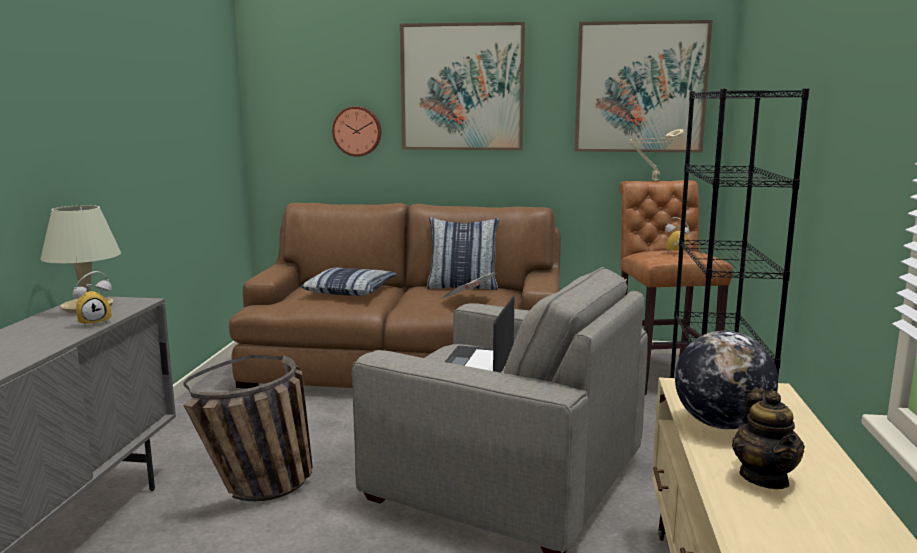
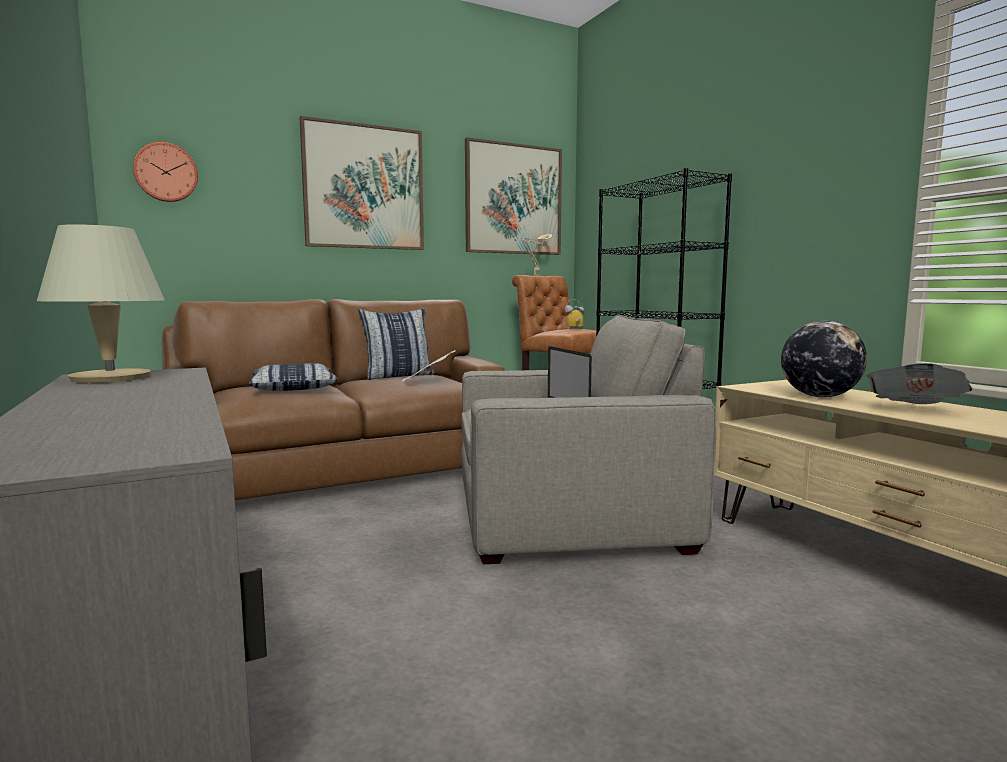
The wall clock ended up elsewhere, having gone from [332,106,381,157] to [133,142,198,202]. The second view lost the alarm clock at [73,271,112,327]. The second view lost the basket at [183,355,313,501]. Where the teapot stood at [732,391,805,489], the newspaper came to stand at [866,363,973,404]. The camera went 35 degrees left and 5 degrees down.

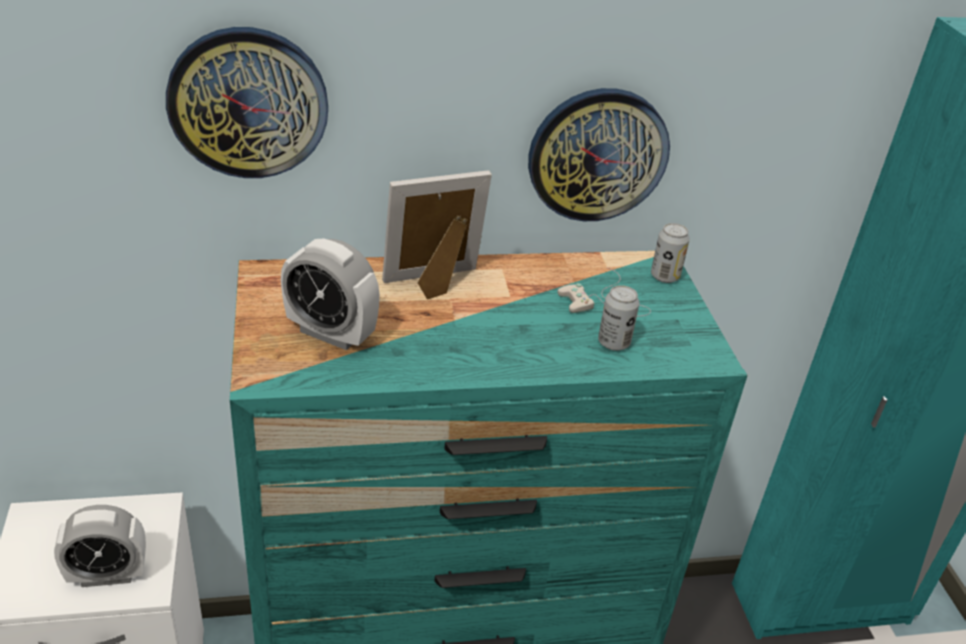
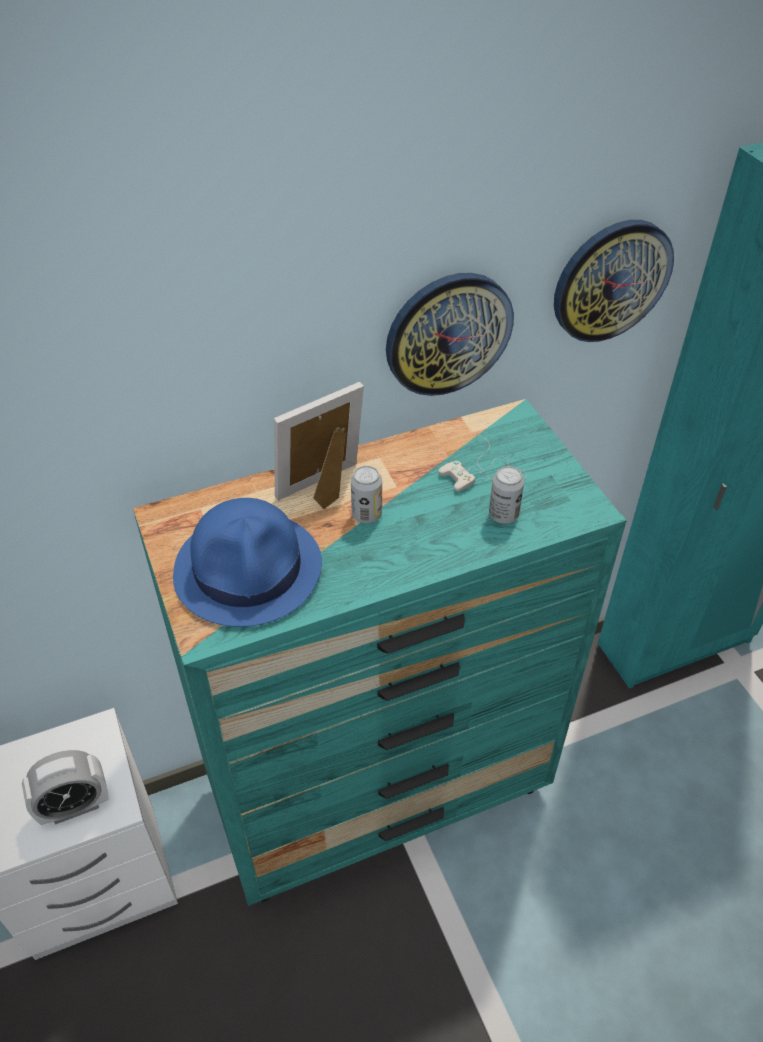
The wall clock ended up elsewhere, having gone from [166,27,328,178] to [554,220,674,342]. The can ended up elsewhere, having gone from [651,223,690,283] to [351,466,382,523]. Where the alarm clock stood at [281,239,380,350], the hat (blue) came to stand at [173,498,322,627]. The camera went 10 degrees left and 10 degrees up.

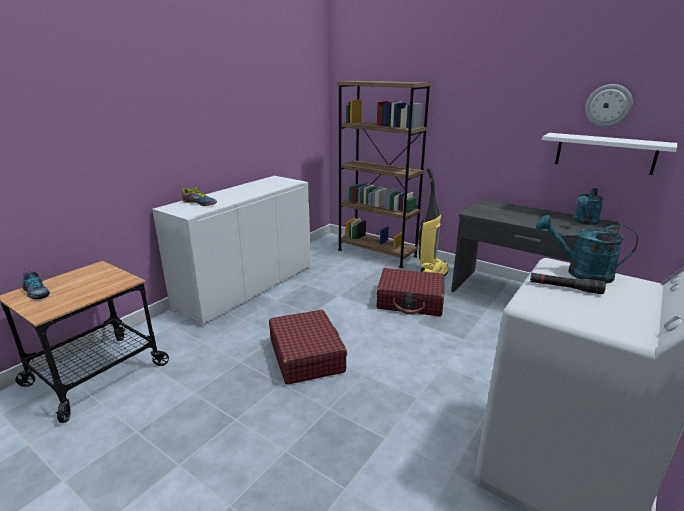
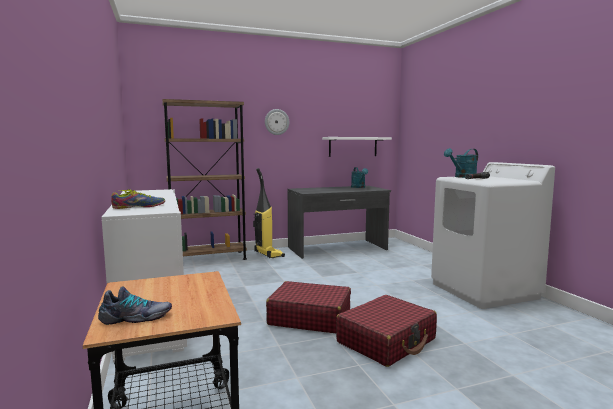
The wall clock ended up elsewhere, having gone from [585,84,633,127] to [265,109,289,135]. The suitcase (red) ended up elsewhere, having gone from [377,268,444,316] to [336,295,437,367]. The camera went 55 degrees left and 15 degrees down.

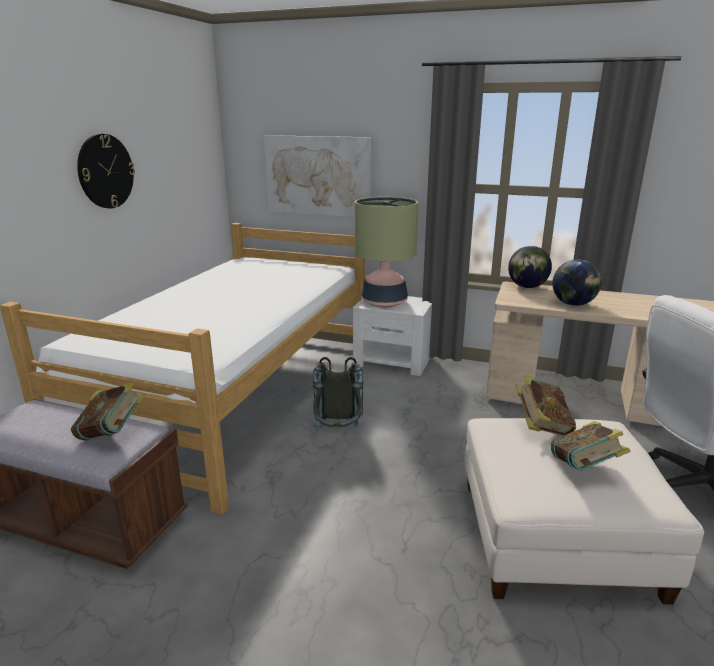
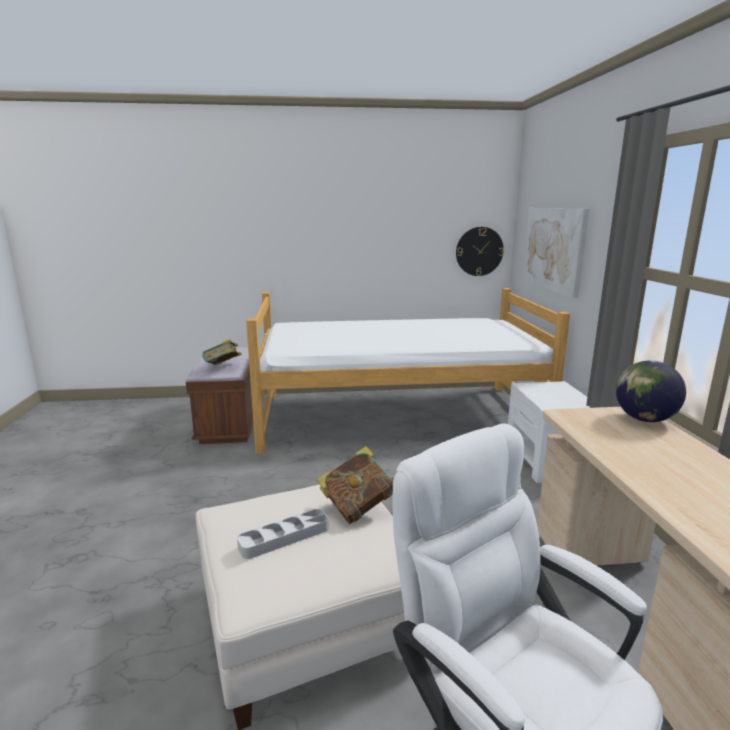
The wall clock ended up elsewhere, having gone from [77,134,135,208] to [456,227,504,276]. The second view lost the table lamp at [355,197,419,308]. The second view lost the globe at [552,260,601,306]. The second view lost the backpack (grey) at [312,357,363,427]. Where the book stood at [551,421,631,471], the tray (grey) came to stand at [237,509,329,559]. The camera went 65 degrees right and 5 degrees down.

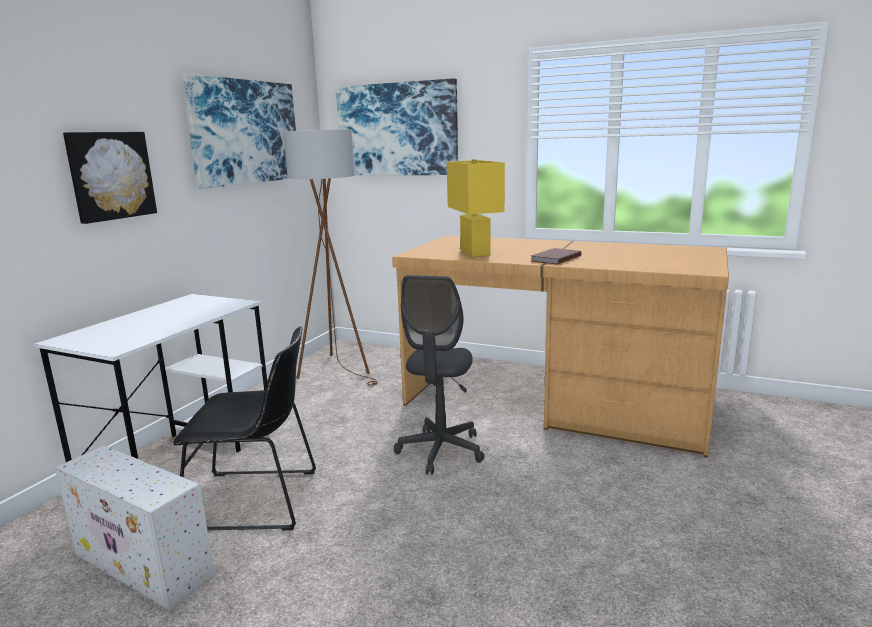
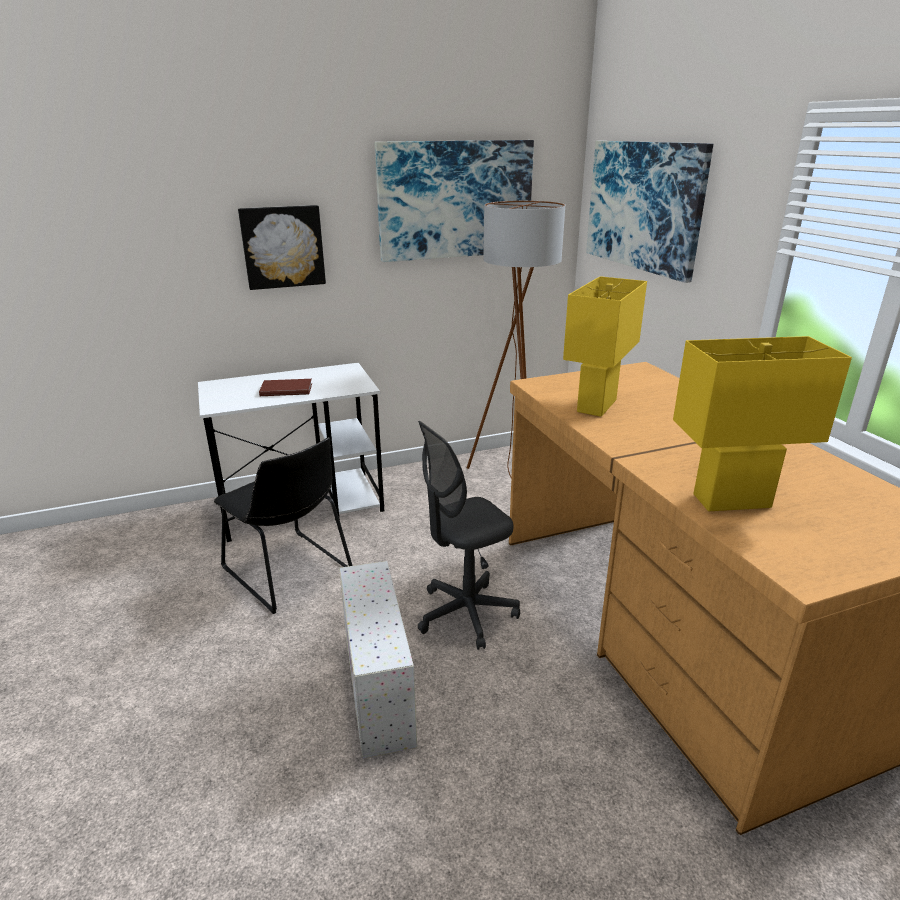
The book (brown) ended up elsewhere, having gone from [531,248,582,265] to [259,379,312,396]. The storage box (white) ended up elsewhere, having gone from [55,445,215,610] to [339,561,417,759]. The second view gained the table lamp (yellow) at [673,336,852,511]. The camera went 45 degrees right and 10 degrees up.

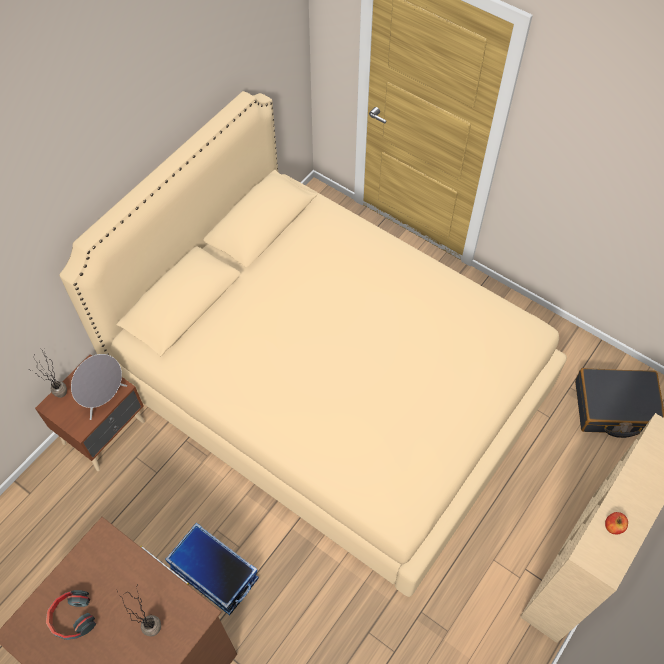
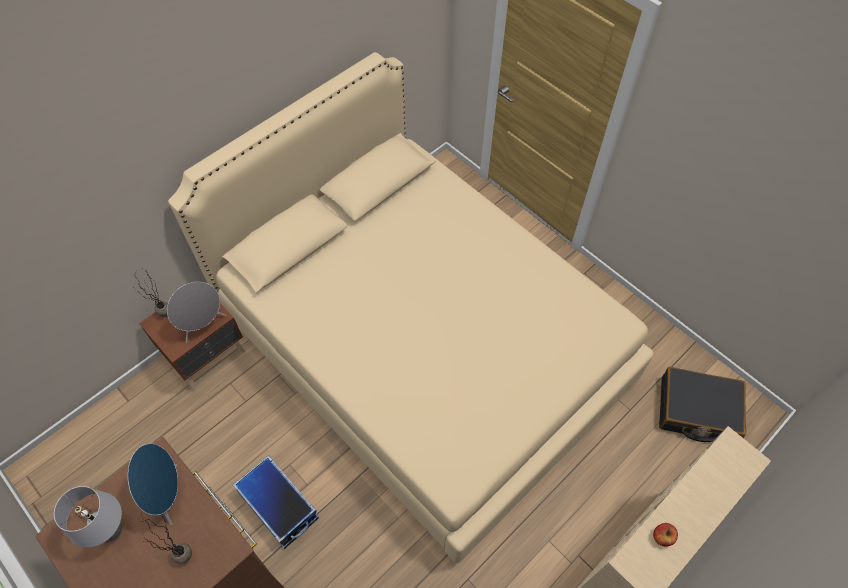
Where the headphones stood at [46,590,96,640], the table lamp (grey) came to stand at [54,486,122,548]. The second view gained the speaker (blue) at [128,443,178,525]. The camera went 10 degrees right and 0 degrees up.

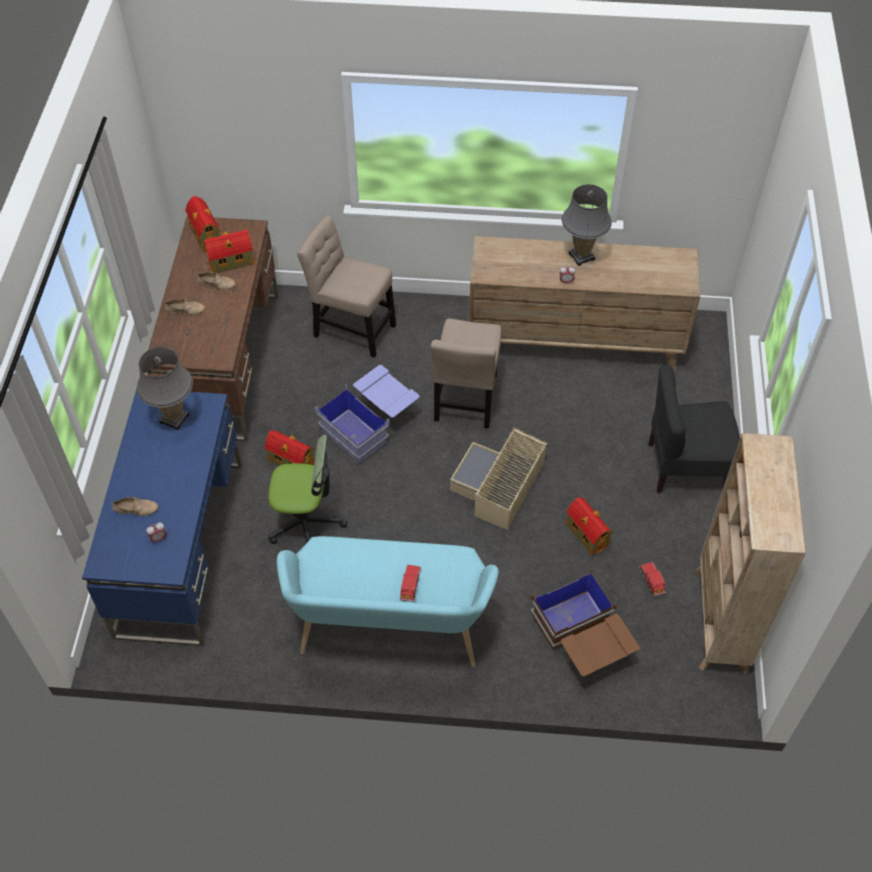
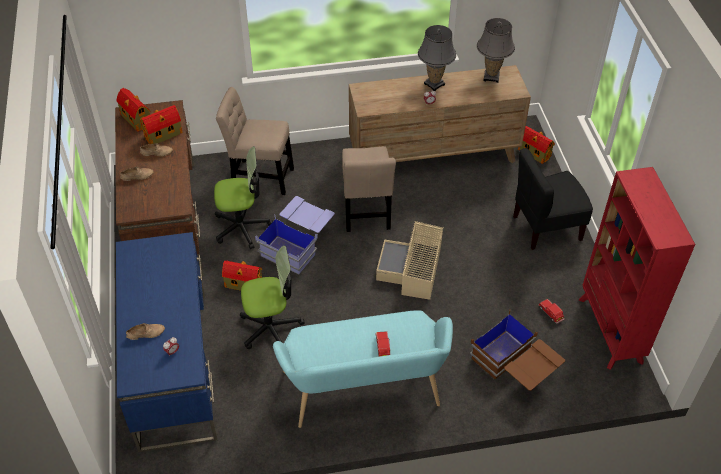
The table lamp (grey) ended up elsewhere, having gone from [137,347,193,430] to [477,18,515,83]. What was the bookcase (beige) at [694,433,806,674] turned into the bookcase (red) at [579,167,695,370]. The toy house ended up elsewhere, having gone from [566,497,613,555] to [518,126,555,164]. The second view gained the office chair at [214,146,273,249]. The camera went 15 degrees left and 5 degrees down.

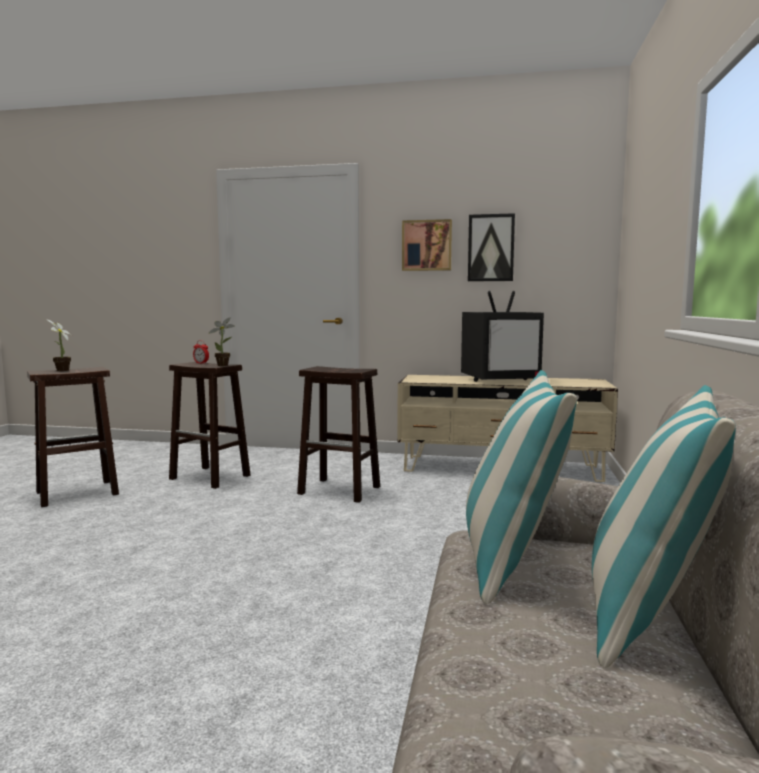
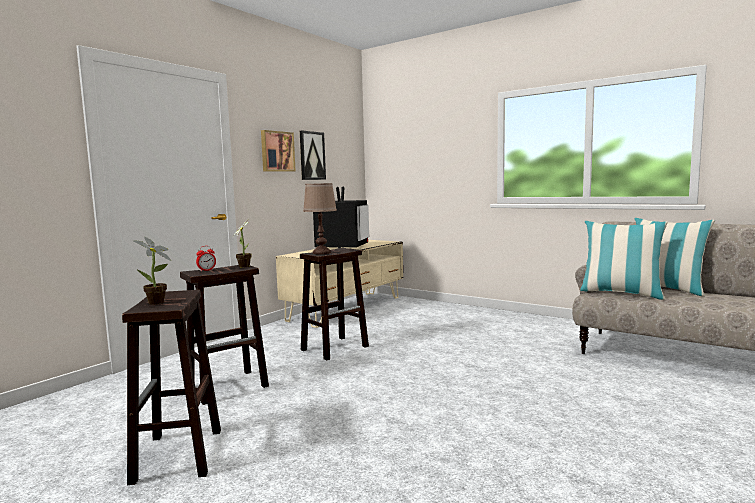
The second view gained the table lamp (brown) at [303,183,337,254]. The camera went 65 degrees left and 0 degrees up.

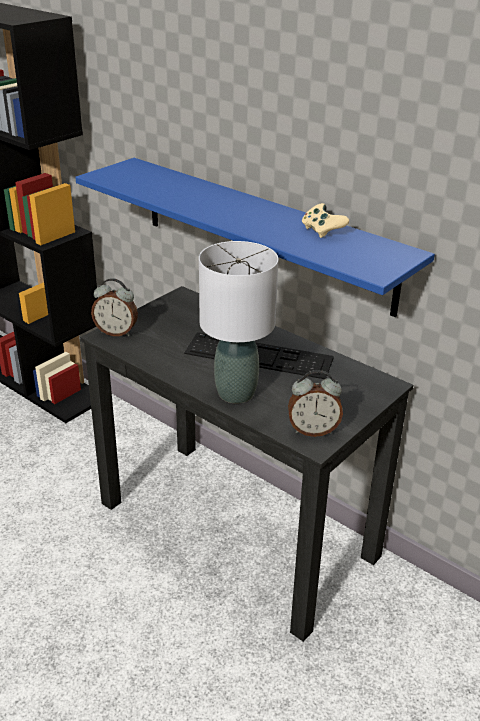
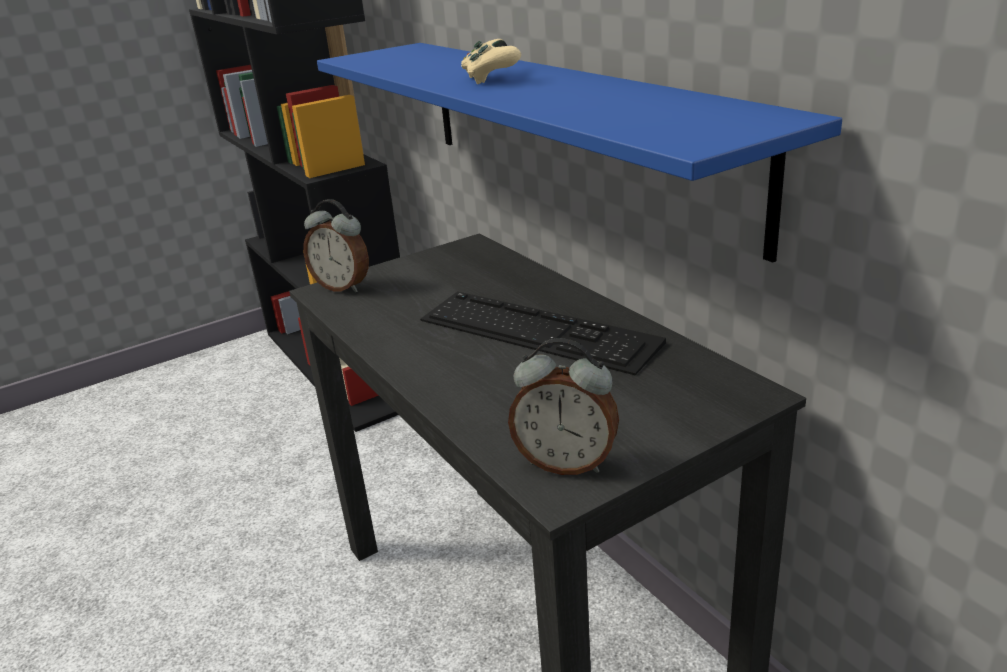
The game controller (beige) ended up elsewhere, having gone from [302,203,349,238] to [461,39,521,84]. The second view lost the table lamp (grey) at [199,241,278,404]. The camera went 20 degrees right and 5 degrees down.

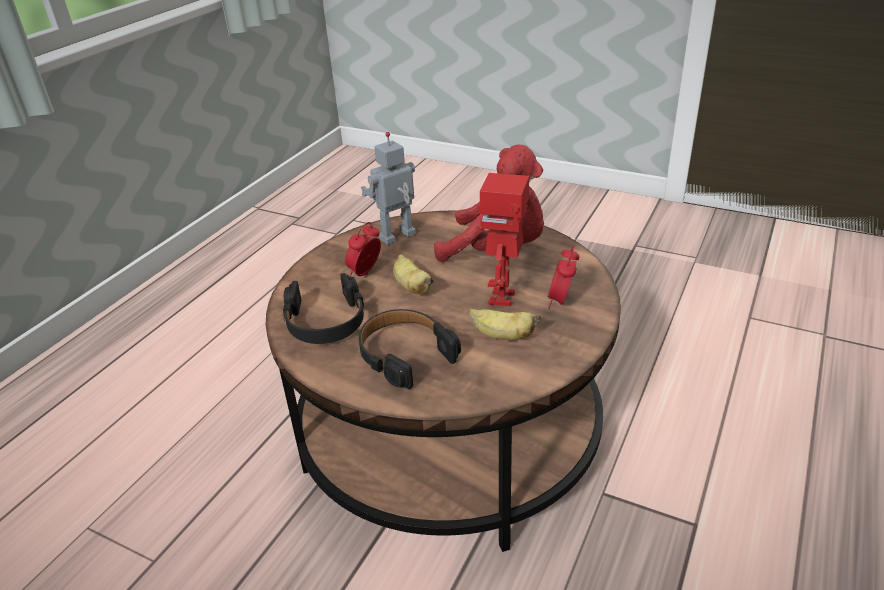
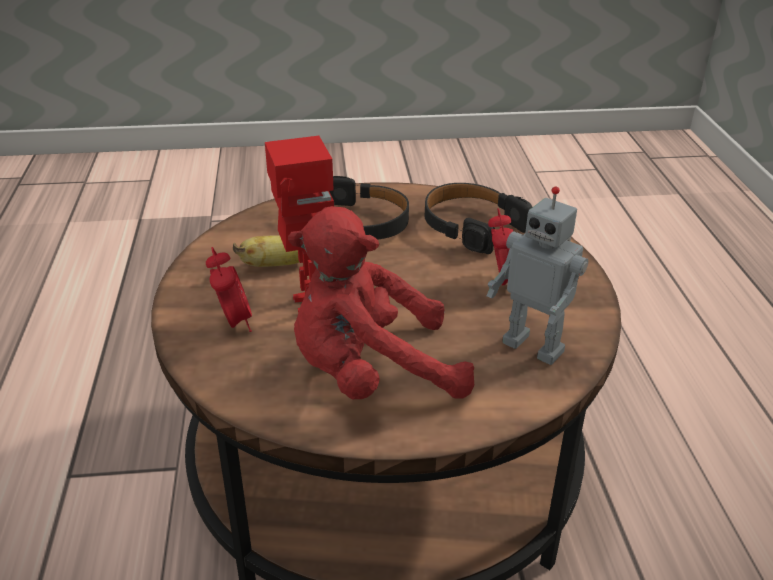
The toy robot at [361,132,416,245] ended up facing another way, 105 degrees clockwise from before. The second view lost the banana at [393,254,434,294]. The camera went 145 degrees right and 0 degrees up.

